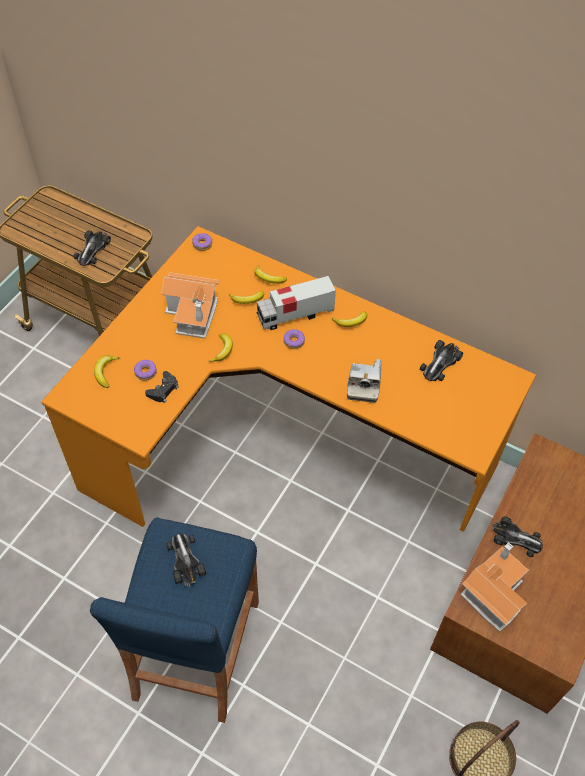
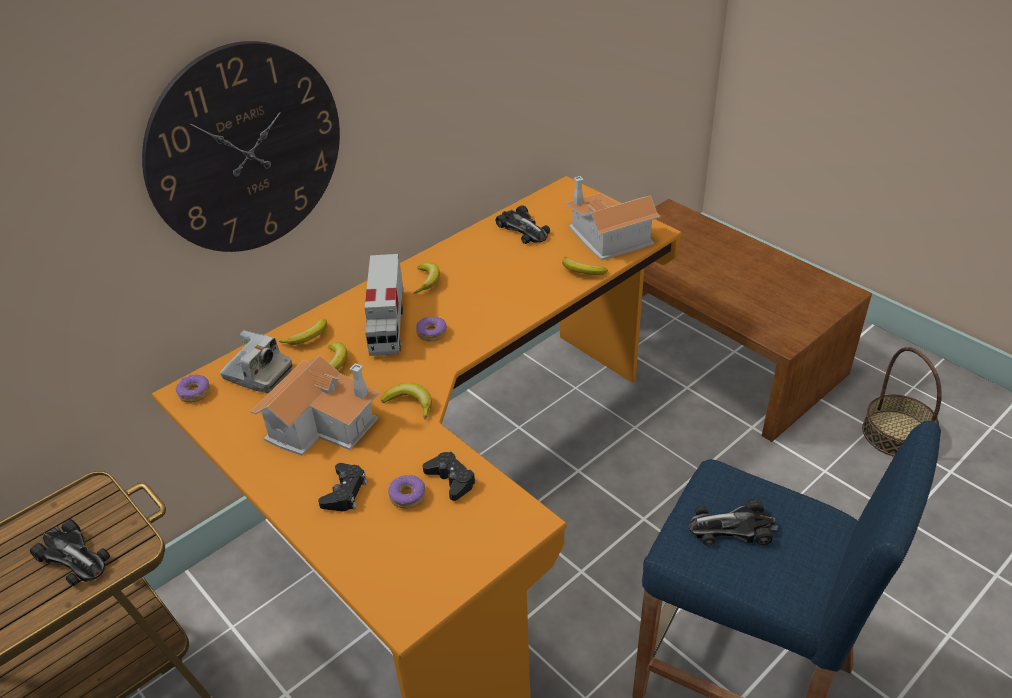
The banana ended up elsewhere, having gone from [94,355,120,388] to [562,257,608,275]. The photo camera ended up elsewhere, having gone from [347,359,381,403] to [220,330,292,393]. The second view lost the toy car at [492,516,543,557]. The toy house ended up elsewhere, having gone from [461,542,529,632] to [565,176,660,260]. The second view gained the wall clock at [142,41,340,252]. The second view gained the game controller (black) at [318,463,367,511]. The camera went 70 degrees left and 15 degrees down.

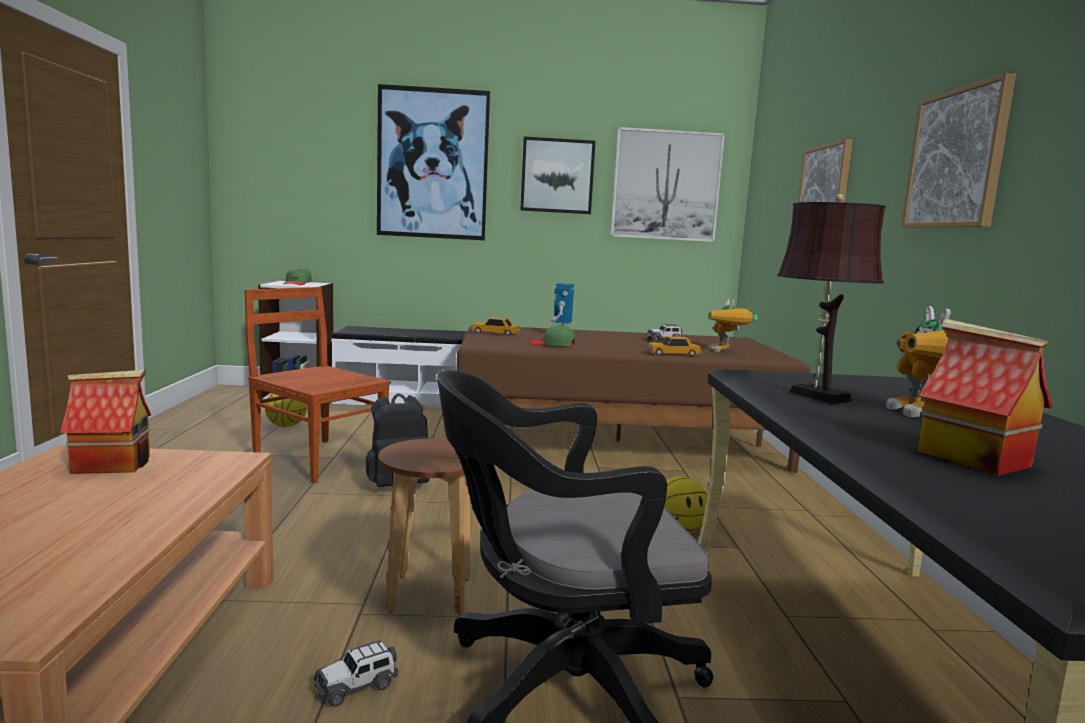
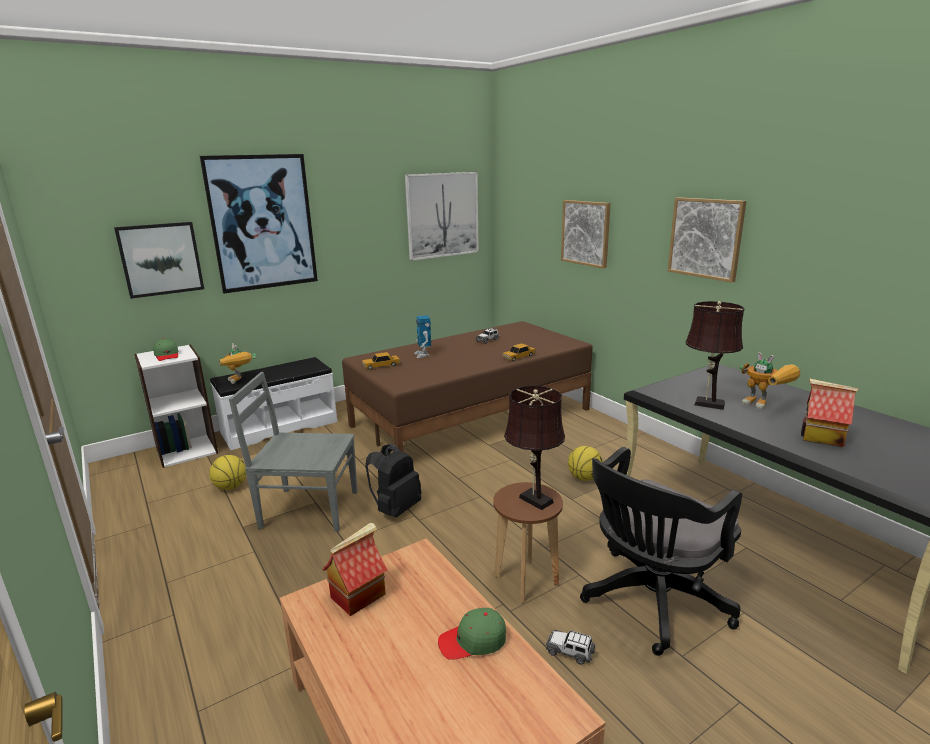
The picture ended up elsewhere, having gone from [520,137,595,214] to [114,222,204,299]. What was the chair (brown) at [245,287,391,483] turned into the chair (grey) at [229,372,357,532]. The toy robot ended up elsewhere, having gone from [709,299,758,352] to [219,343,256,384]. The cap (green) ended up elsewhere, having gone from [531,325,575,346] to [438,608,506,660]. The toy car at [314,640,399,707] ended up facing another way, 90 degrees clockwise from before. The second view gained the table lamp (brown) at [504,386,565,510]. The camera went 30 degrees left and 10 degrees up.

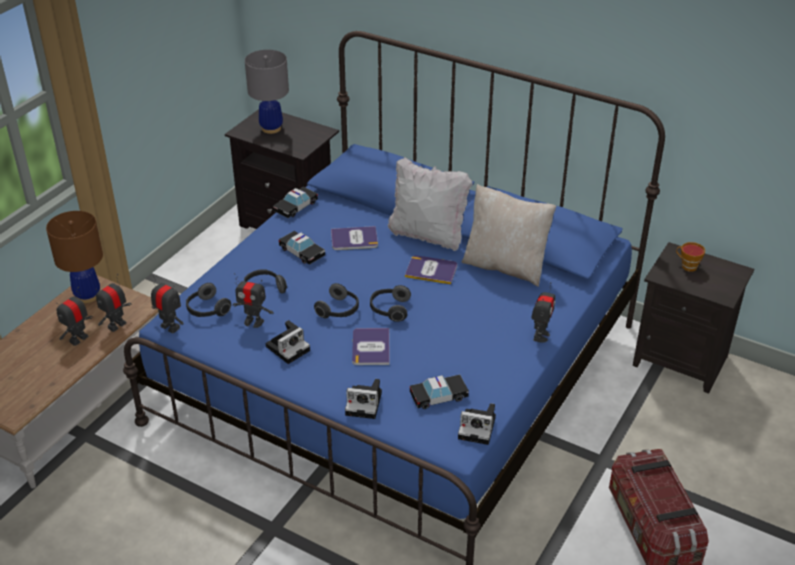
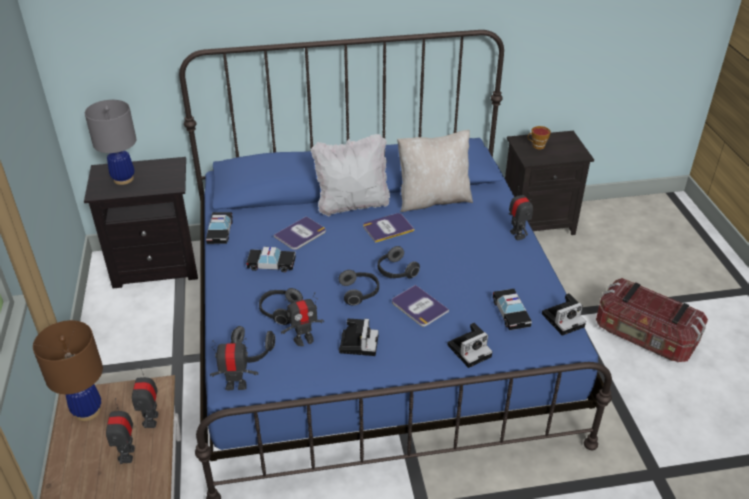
The toy car at [410,375,469,409] ended up facing another way, 135 degrees clockwise from before. The camera went 40 degrees left and 0 degrees up.

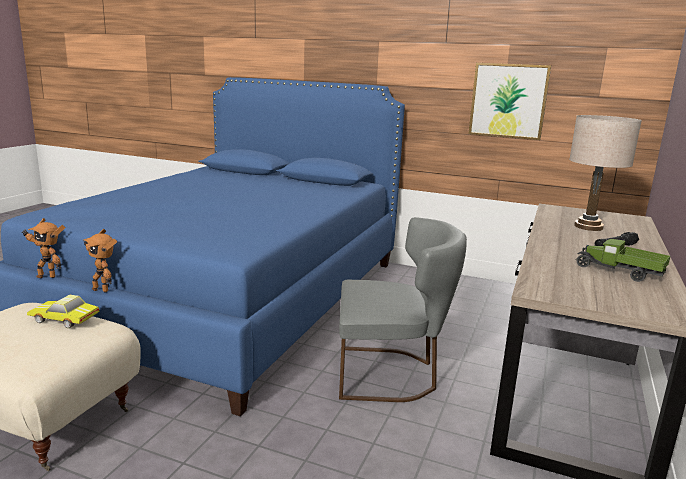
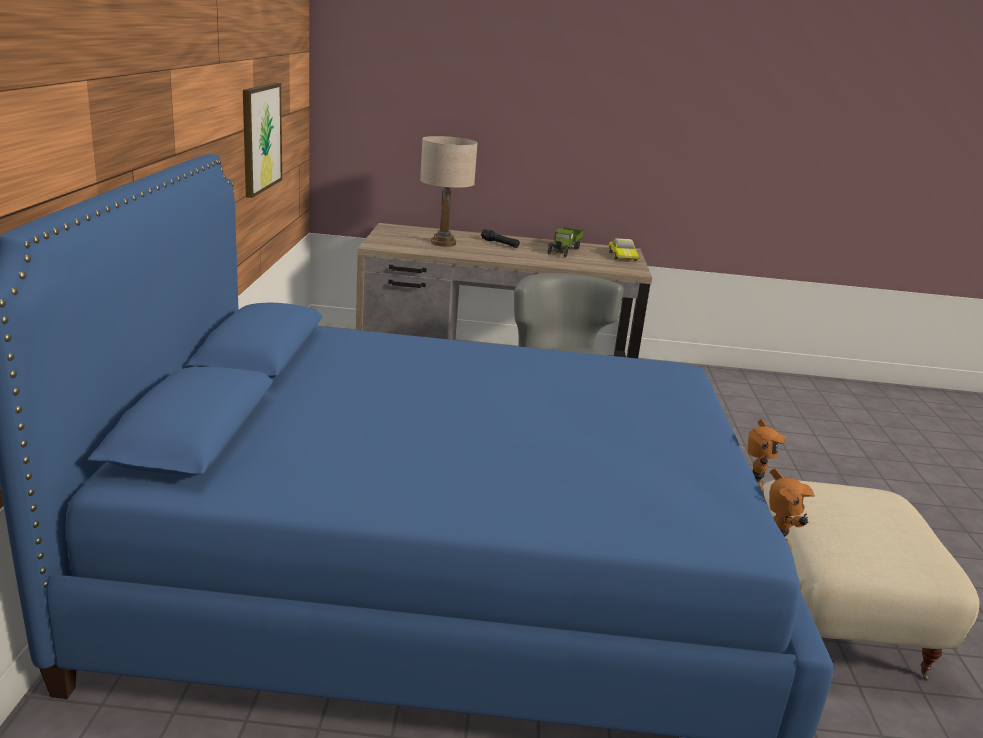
The toy car ended up elsewhere, having gone from [27,294,99,328] to [608,238,639,261]. The camera went 110 degrees left and 5 degrees up.

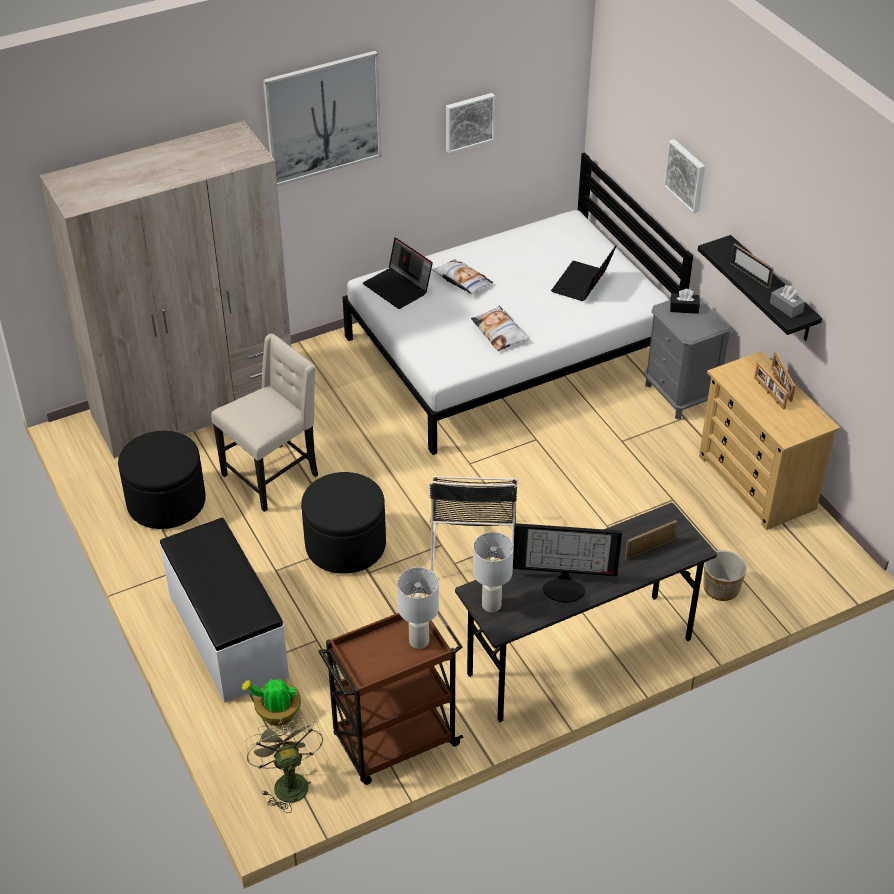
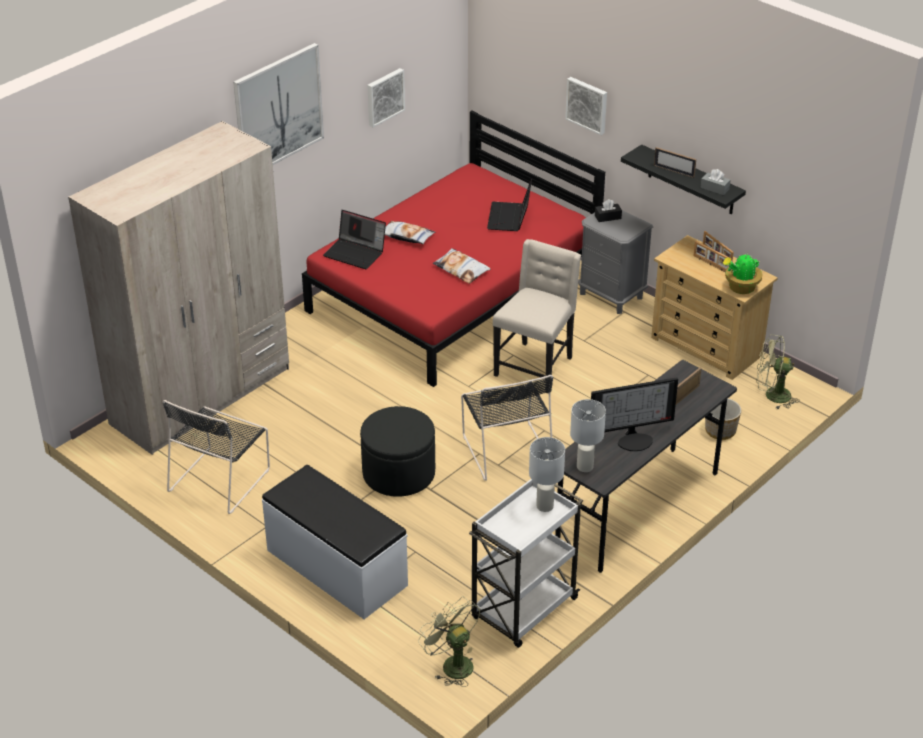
What was the bed (white) at [343,152,693,455] turned into the bed (red) at [302,111,605,387]. The chair (beige) ended up elsewhere, having gone from [211,333,318,512] to [493,239,581,394]. Where the ottoman (black) stood at [118,431,206,529], the chair (black) came to stand at [163,400,270,514]. What was the cart (brown) at [318,611,463,785] turned into the cart (white) at [469,479,583,648]. The potted plant ended up elsewhere, having gone from [242,678,301,726] to [723,252,762,294]. The second view gained the fan (green) at [756,335,799,409]. The camera went 20 degrees left and 5 degrees down.

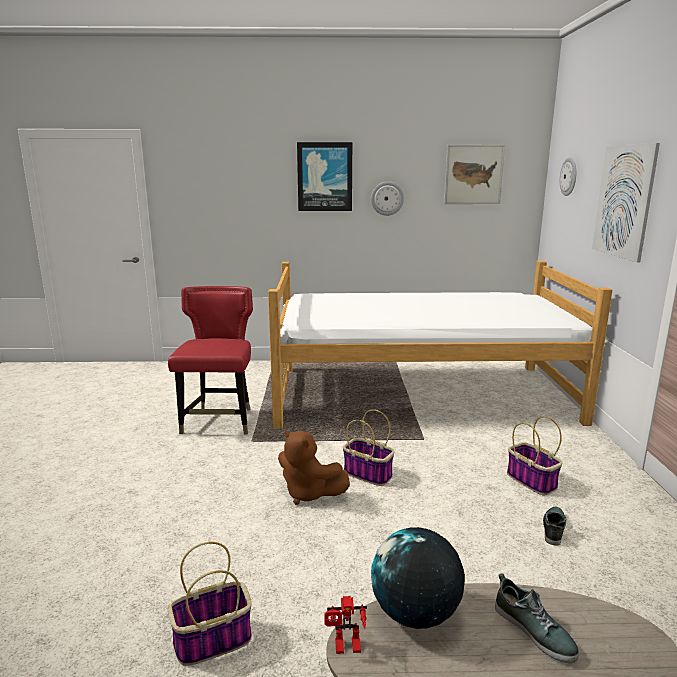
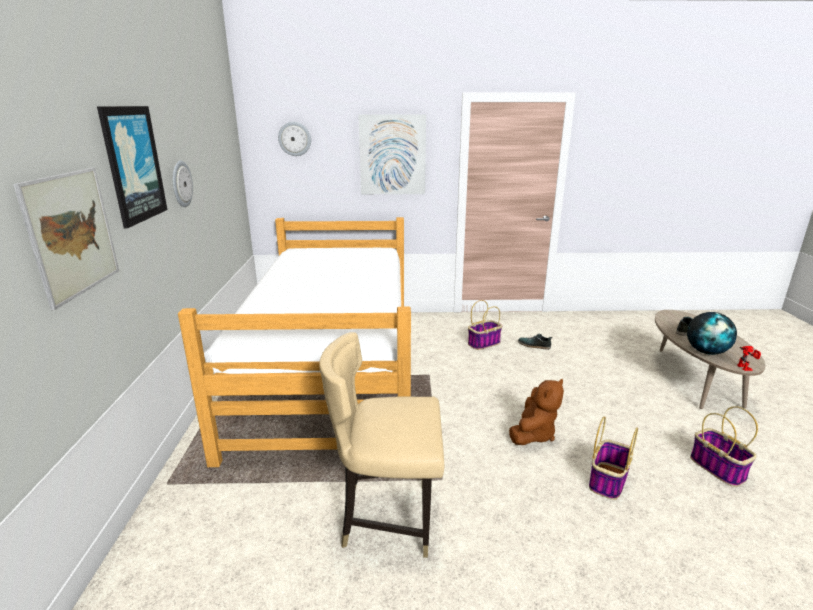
The picture ended up elsewhere, having gone from [444,145,505,204] to [13,168,119,310]. What was the chair (red) at [168,286,253,435] turned into the chair (beige) at [319,332,444,558]. The basket ended up elsewhere, having gone from [343,409,395,486] to [589,416,638,500]. The camera went 90 degrees left and 5 degrees up.

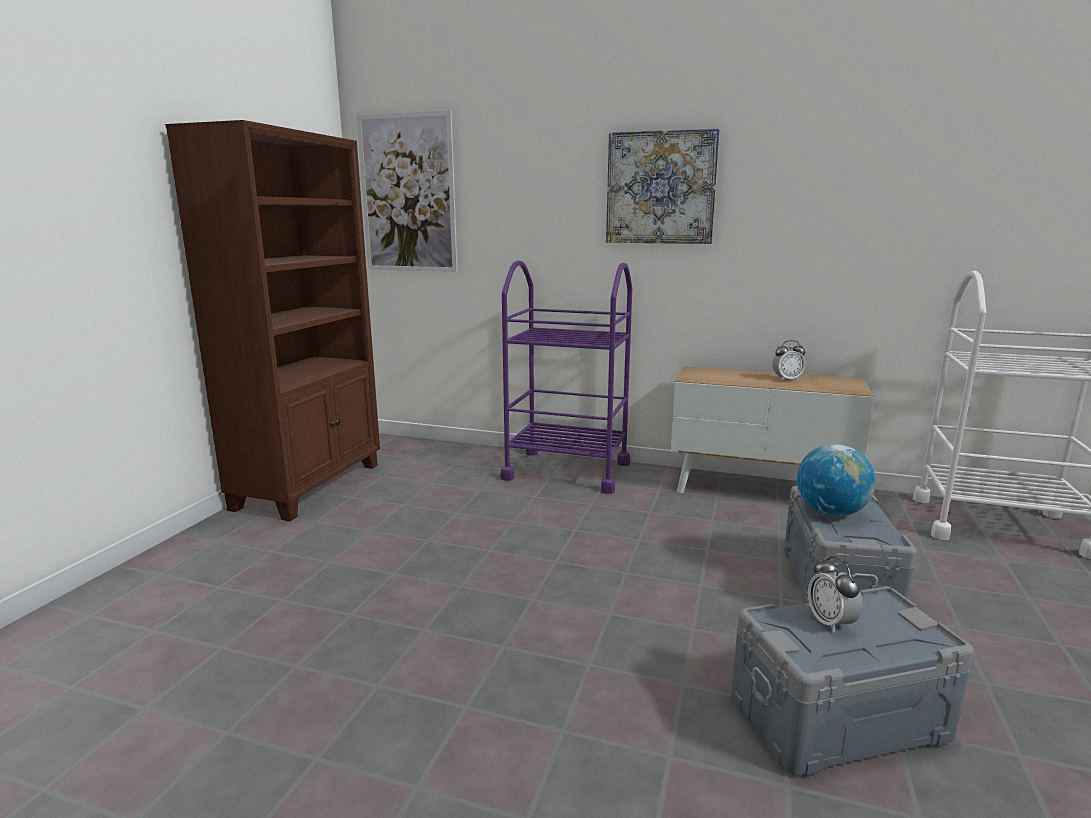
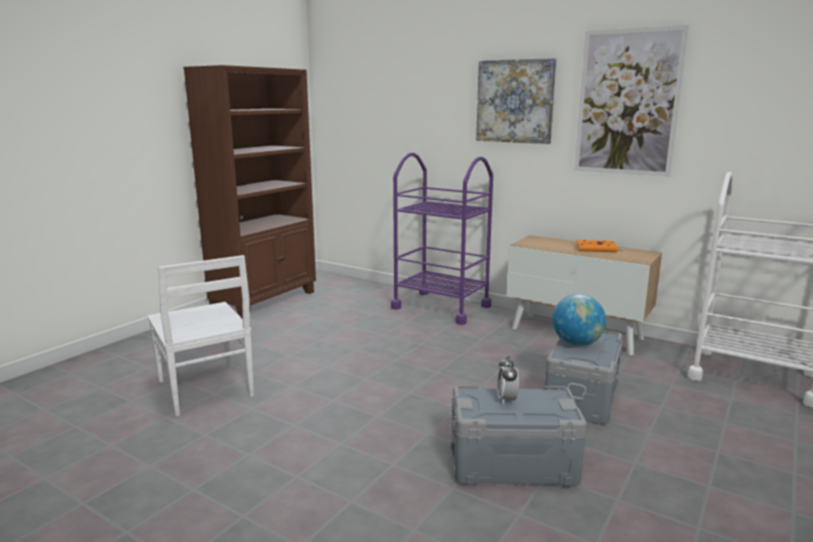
The picture ended up elsewhere, having gone from [356,110,458,272] to [574,25,689,177]. Where the alarm clock stood at [773,340,805,381], the book (orange) came to stand at [576,240,622,252]. The second view gained the chair (white) at [147,255,254,416]. The camera went 15 degrees right and 0 degrees up.

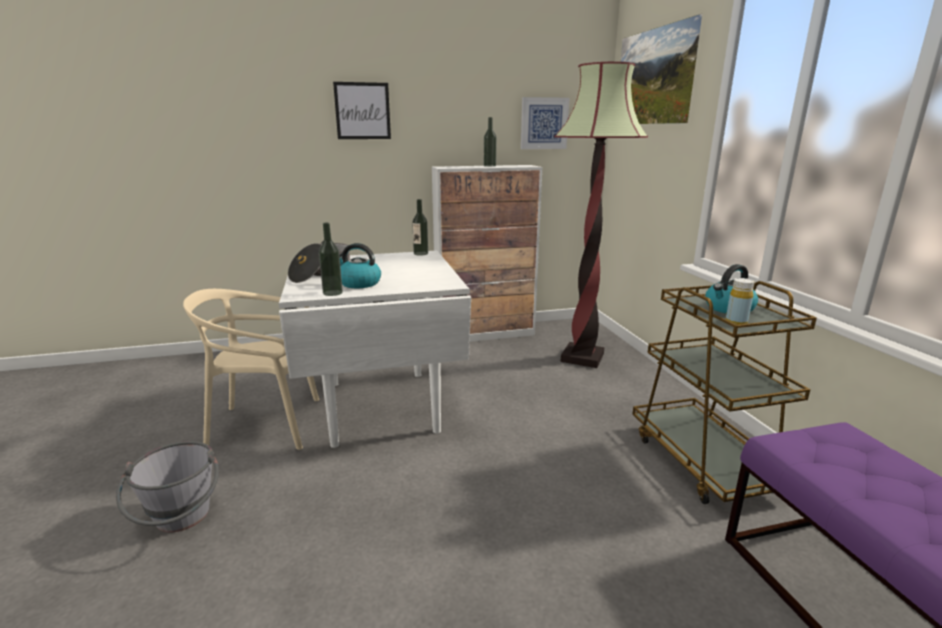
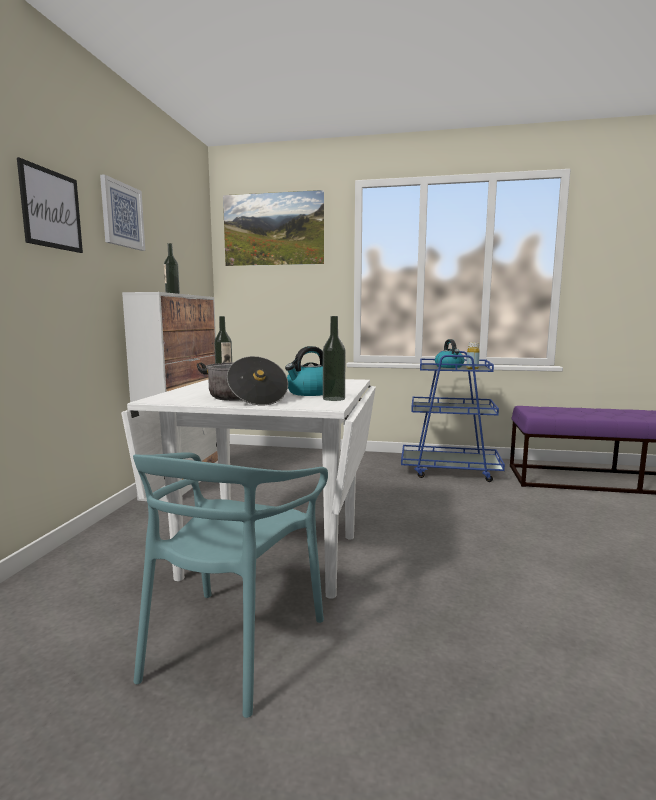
The second view lost the floor lamp at [554,62,648,368]. The picture ended up elsewhere, having gone from [521,97,570,149] to [100,174,145,251]. What was the cart (brown) at [632,281,817,504] turned into the cart (blue) at [401,351,505,482]. What was the chair (beige) at [183,289,320,450] turned into the chair (turquoise) at [133,452,328,718]. The second view lost the bucket (grey) at [116,441,219,532]. The camera went 65 degrees left and 10 degrees down.

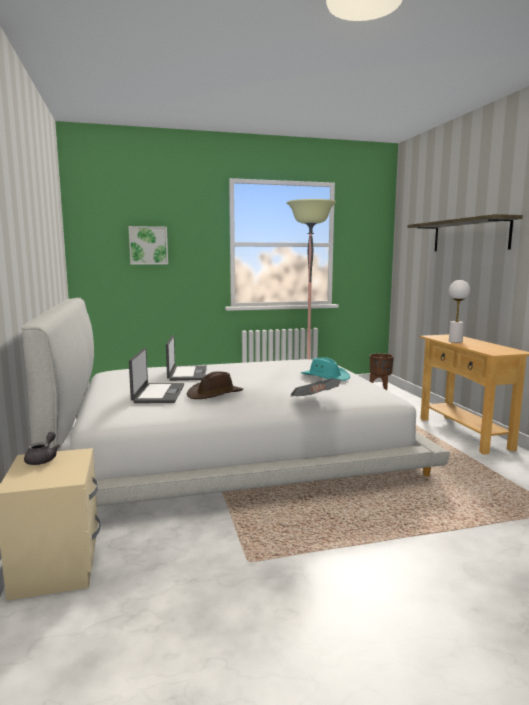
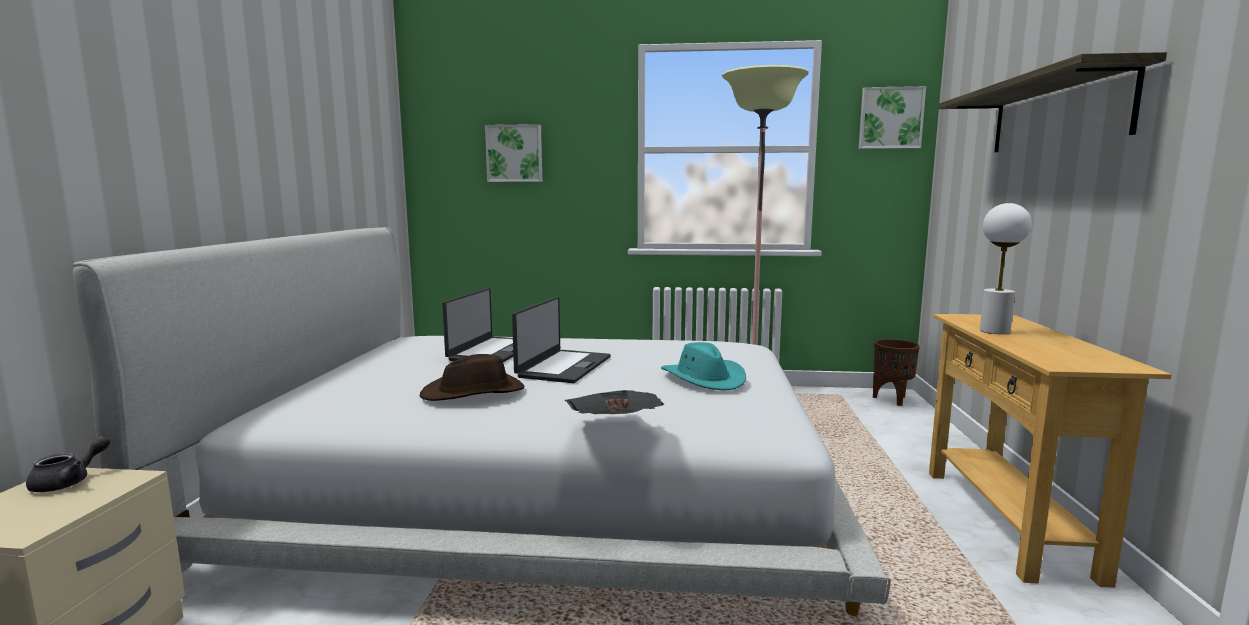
The laptop ended up elsewhere, having gone from [129,347,184,403] to [512,297,611,383]. The second view gained the picture at [859,86,926,149]. The camera went 20 degrees right and 0 degrees up.

